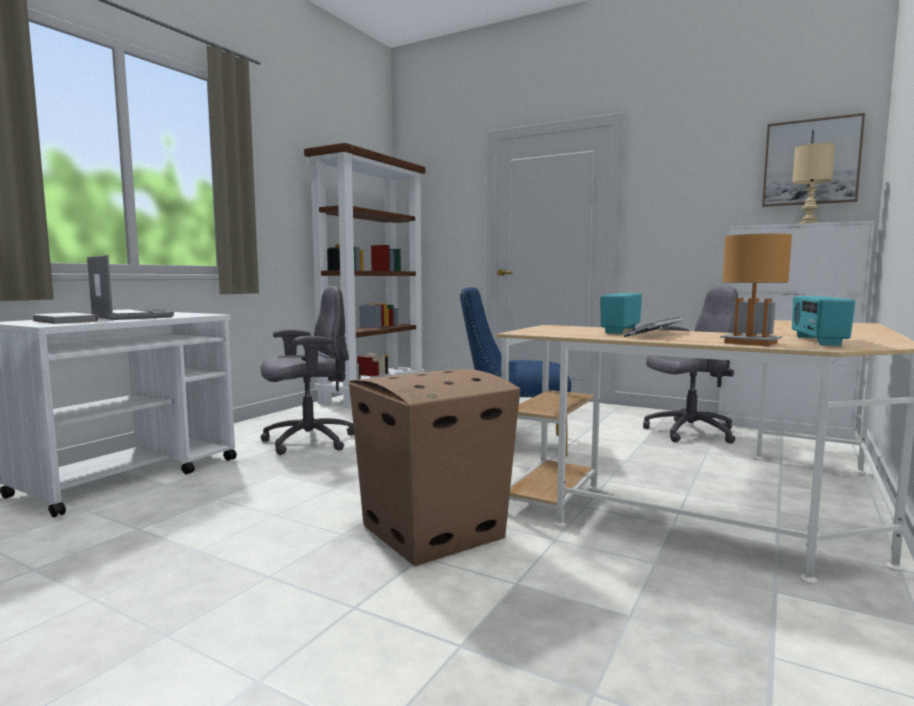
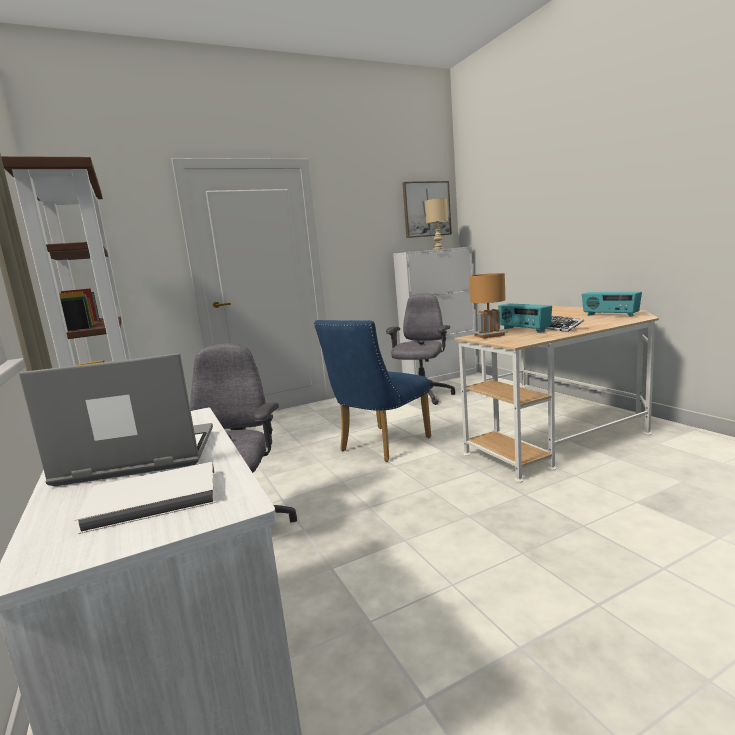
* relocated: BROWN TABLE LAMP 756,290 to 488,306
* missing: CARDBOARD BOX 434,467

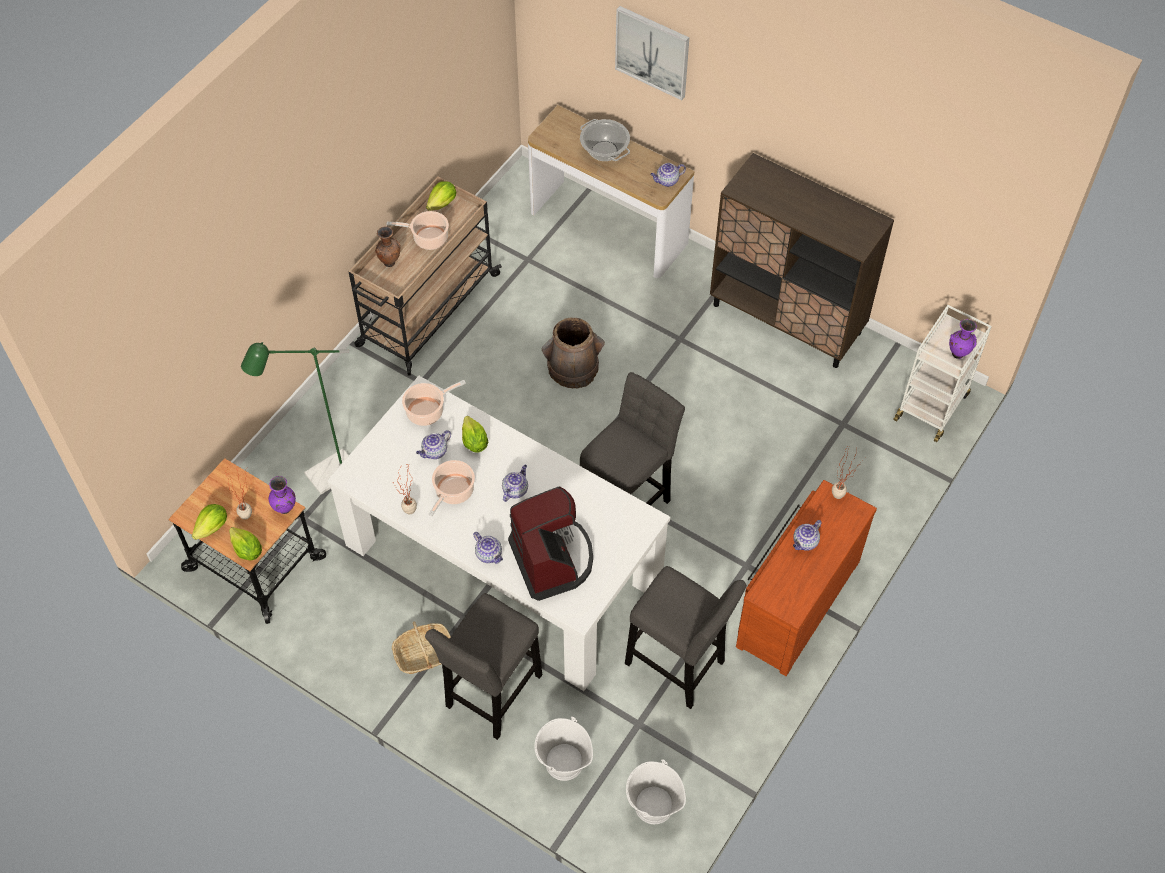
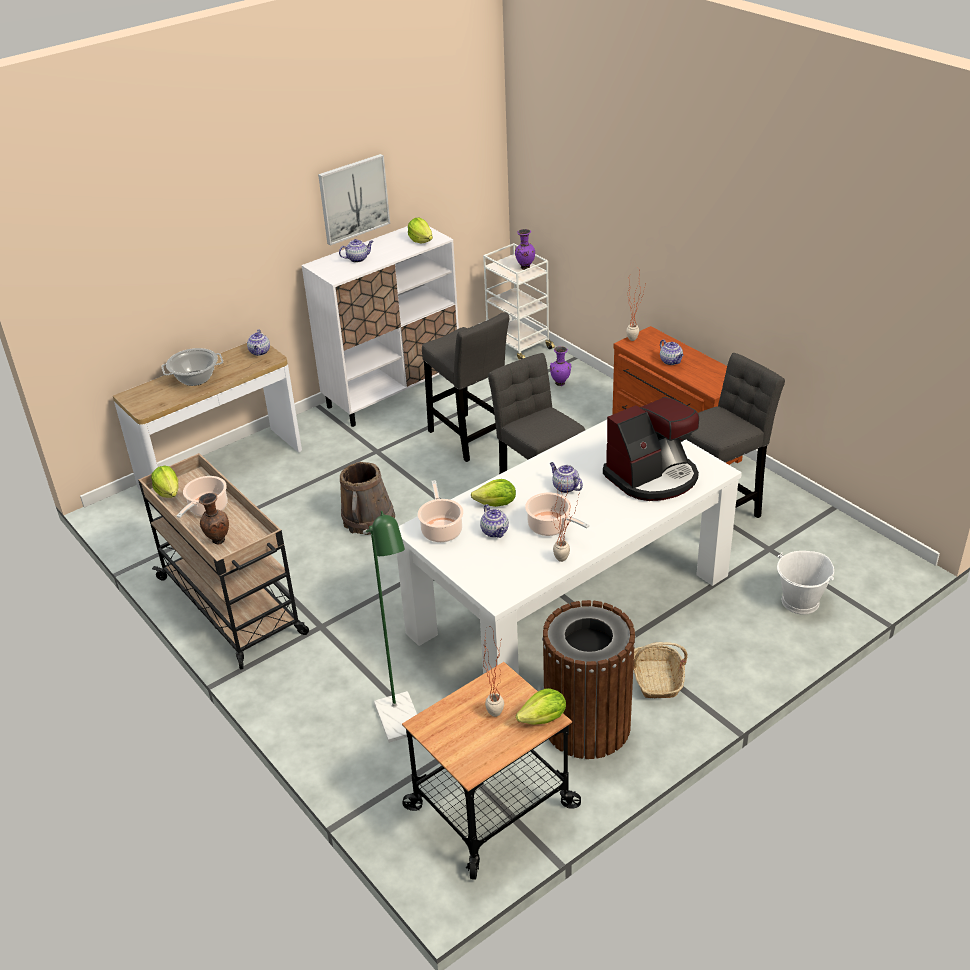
* relocated: PICTURE 652,53 to 354,200
* colour: BROWN CABINET 802,260 to WHITE CABINET 380,326
* relocated: PURPLE VASE 282,495 to 560,366
* spun: COFFEE MACHINE 550,543 = 651,449 150 degrees clockwise
* relocated: LETTUCE 209,522 to 420,230
* relocated: TEAPOT 488,548 to 356,251
* relocated: GREY STOOL 483,666 to 466,387
* missing: WHITE BUCKET 656,791
* appeared: BROWN TRASH CAN 589,679

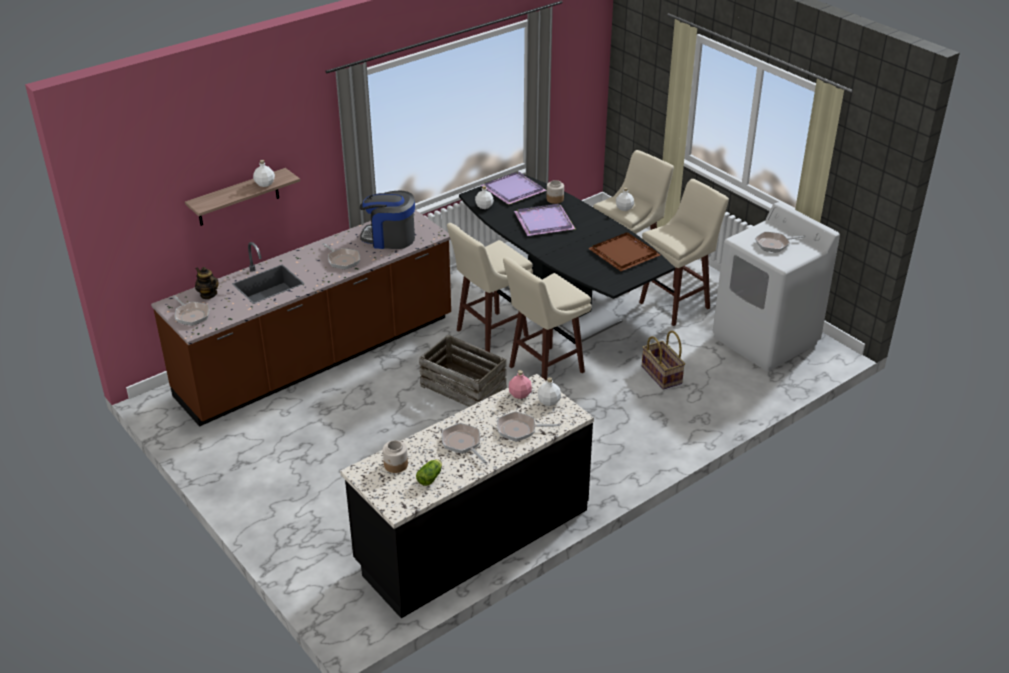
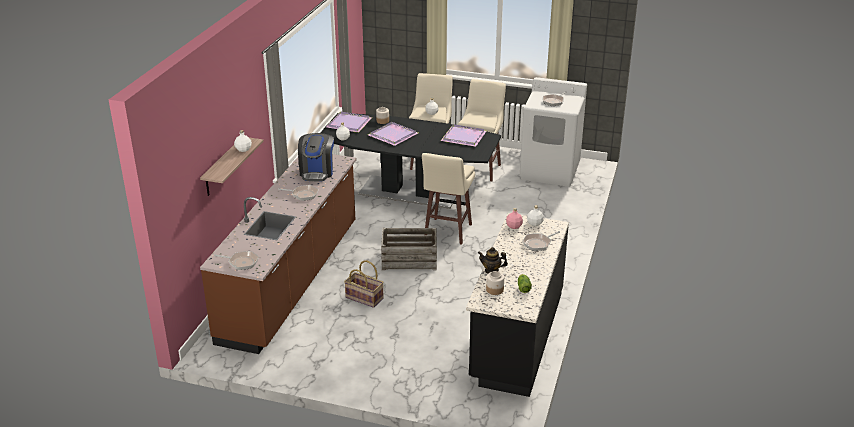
* spun: COFFEE MACHINE 387,220 = 316,157 60 degrees counterclockwise
* missing: BEIGE STOOL 490,287
* colour: BROWN TRAY 624,251 to PURPLE TRAY 463,135
* relocated: TEAPOT 206,283 to 493,260
* relocated: BASKET 663,360 to 364,284
* missing: FRYING PAN 464,443

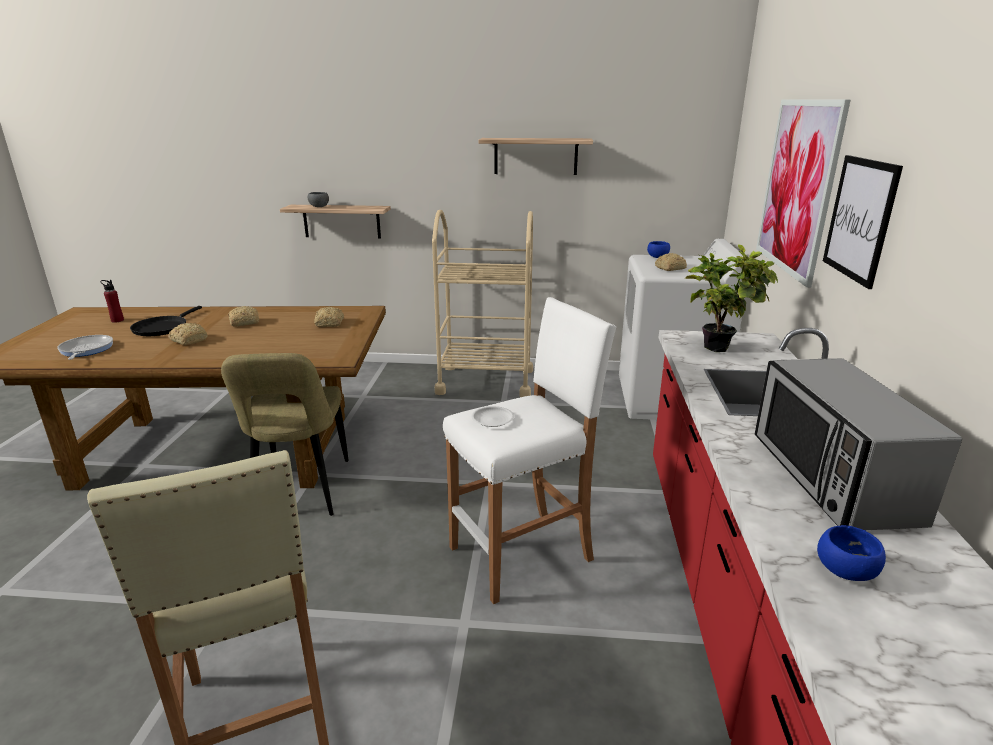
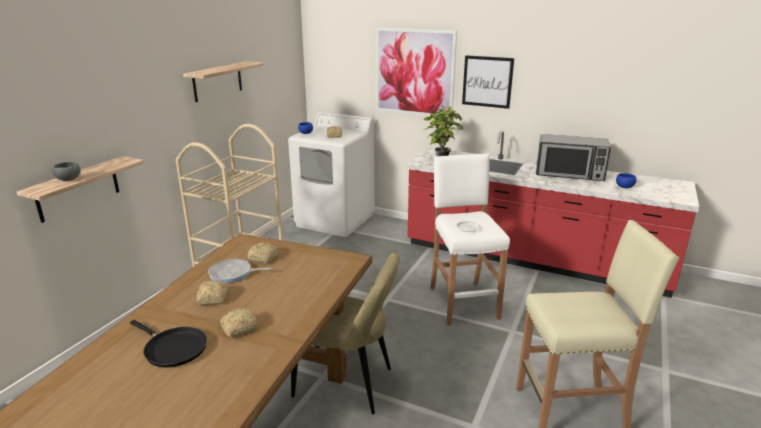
* missing: RED BOTTLE 112,301
* relocated: FRYING PAN 85,347 to 239,271

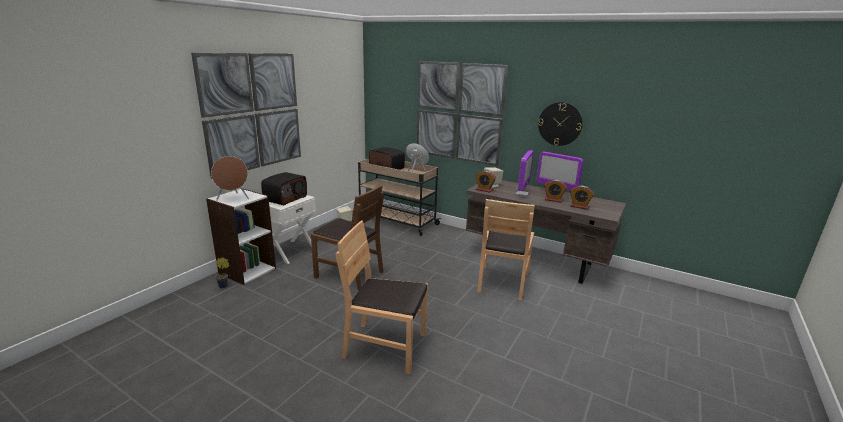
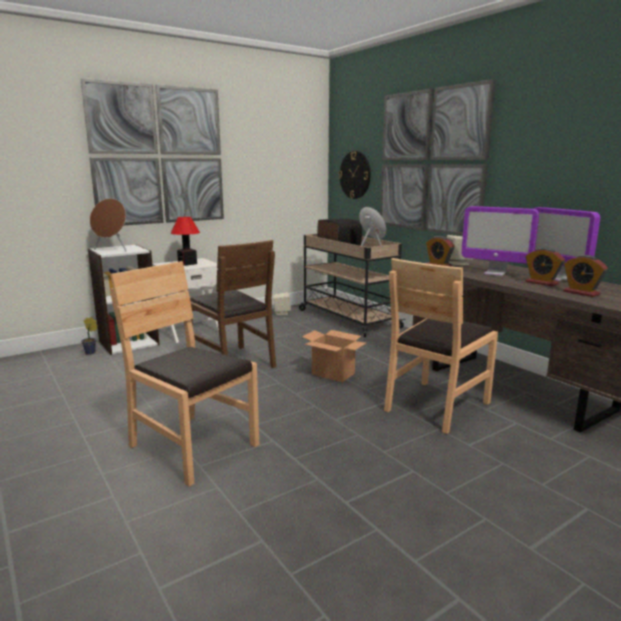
* relocated: WALL CLOCK 560,124 to 355,175
* spun: MONITOR 524,173 = 500,241 75 degrees clockwise
* exchanged: RADIO 284,188 to TABLE LAMP 185,241
* appeared: CARDBOARD BOX 334,356

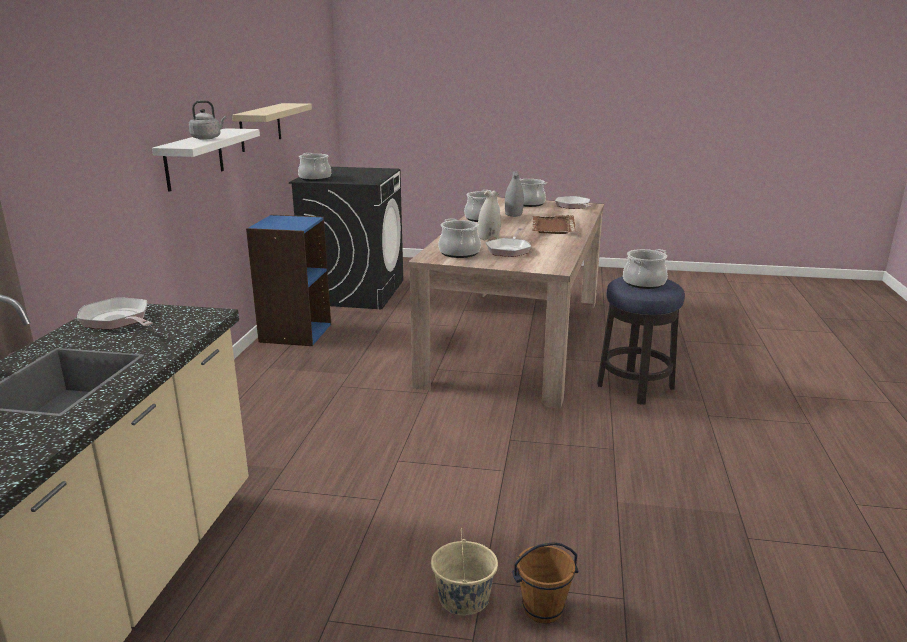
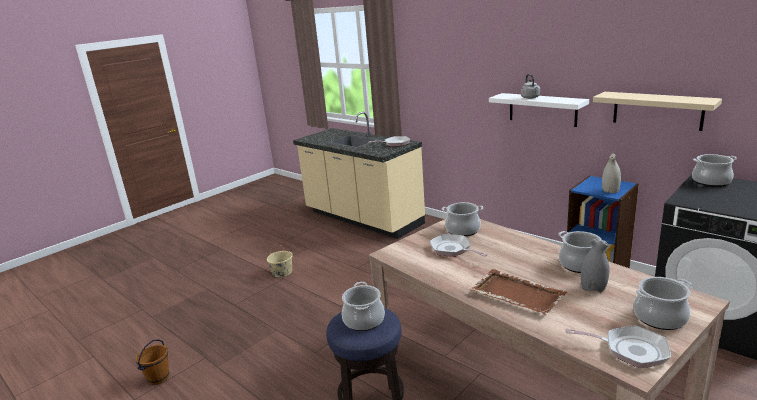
* relocated: WHITE VASE 489,215 to 611,173
* relocated: BROWN BUCKET 545,583 to 152,362

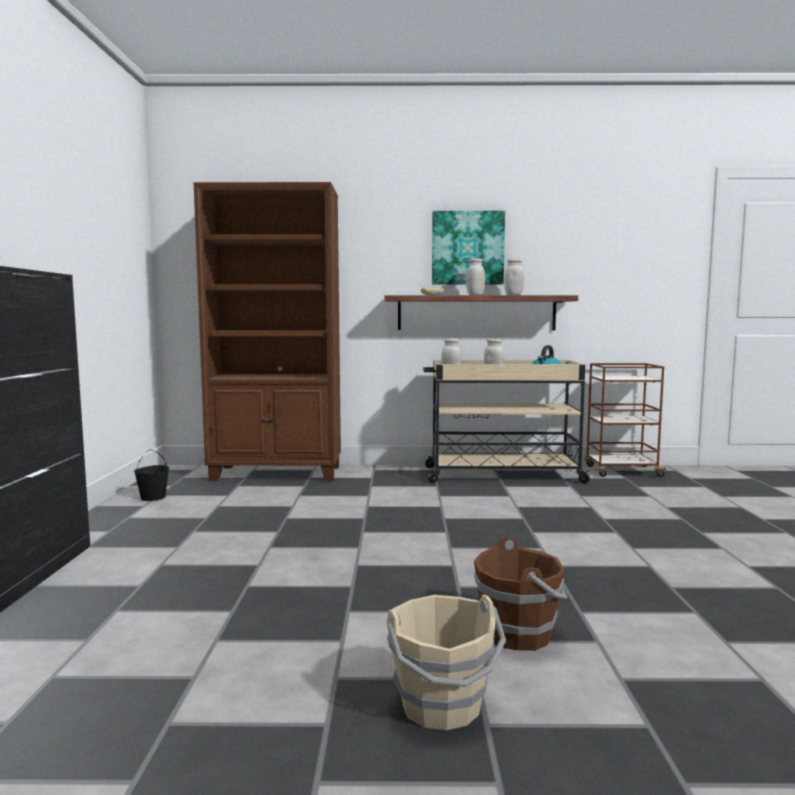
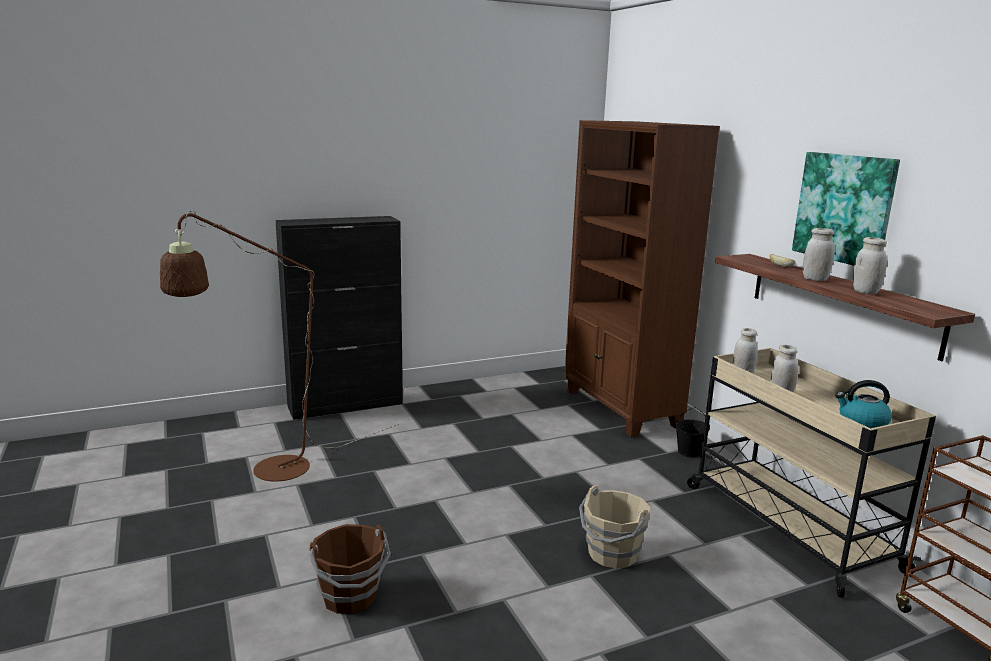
* relocated: BLACK BUCKET 151,475 to 693,432
* relocated: BEIGE BUCKET 446,662 to 614,527
* appeared: BROWN FLOOR LAMP 279,346

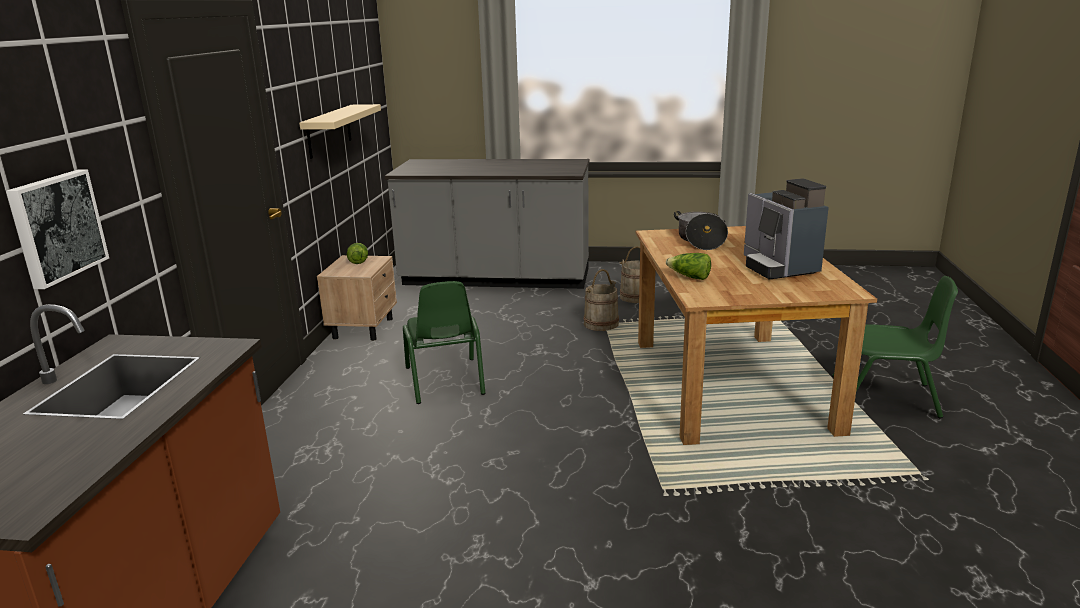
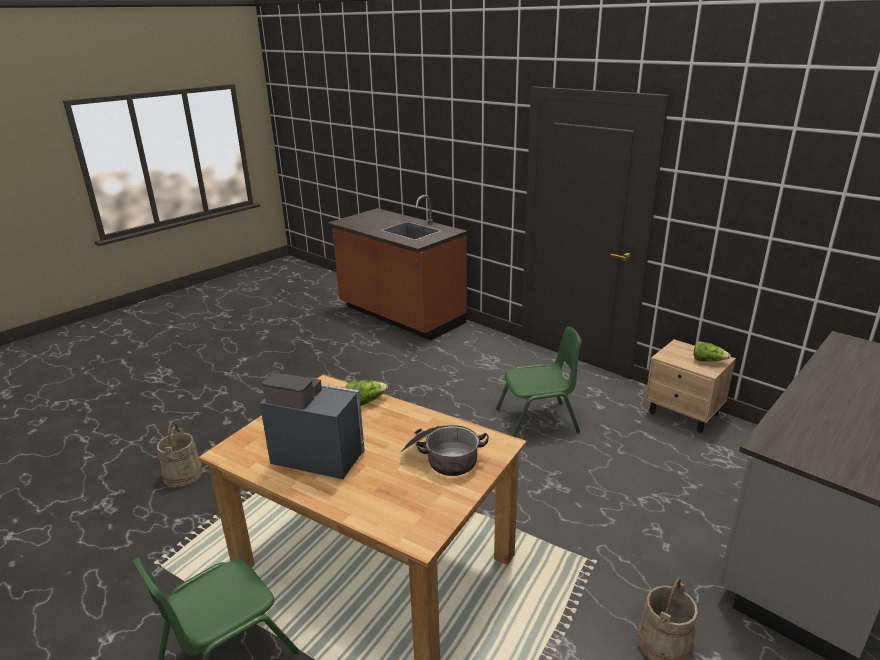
* missing: BEIGE SHELF 340,131
* missing: PICTURE 57,229
* relocated: BEIGE BUCKET 601,300 to 180,455
* spun: GREEN CHAIR 444,342 = 539,381 150 degrees clockwise

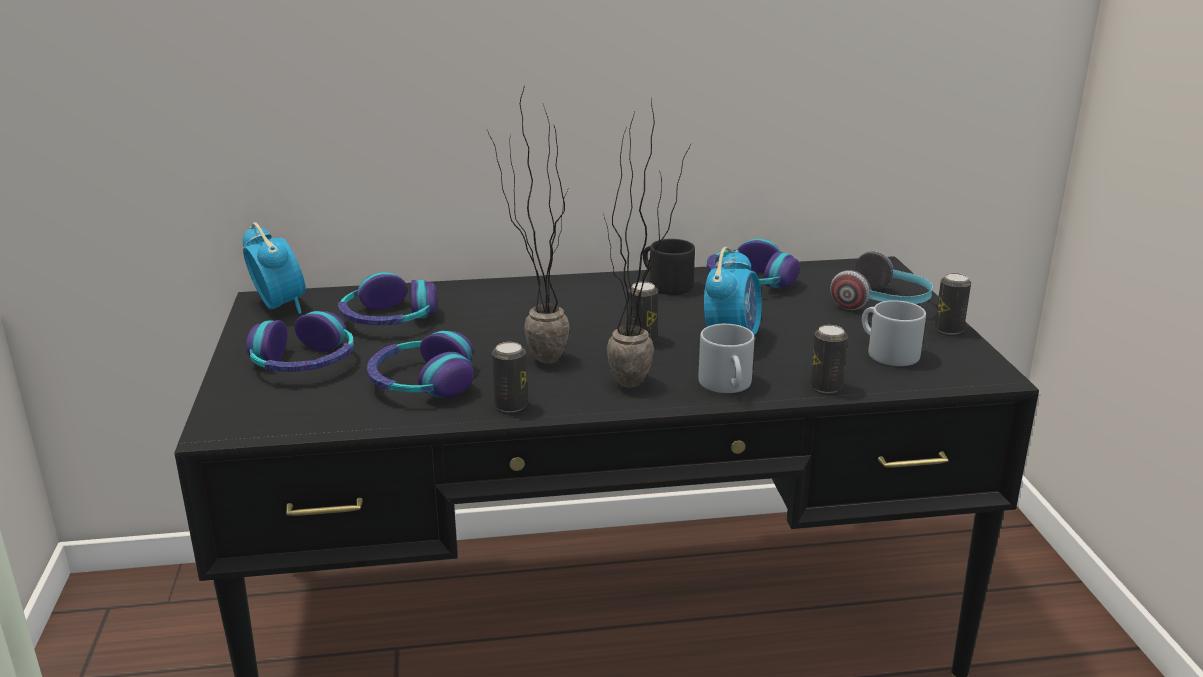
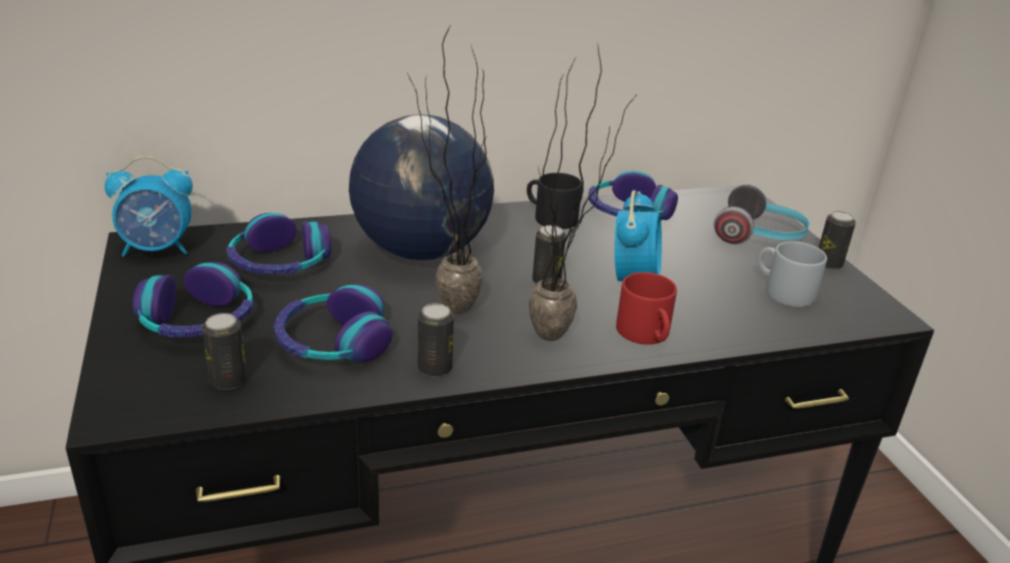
* spun: ALARM CLOCK 274,268 = 149,206 120 degrees clockwise
* colour: GREY MUG 726,358 to RED MUG 646,308
* relocated: CAN 829,359 to 224,351
* appeared: GLOBE 421,187

